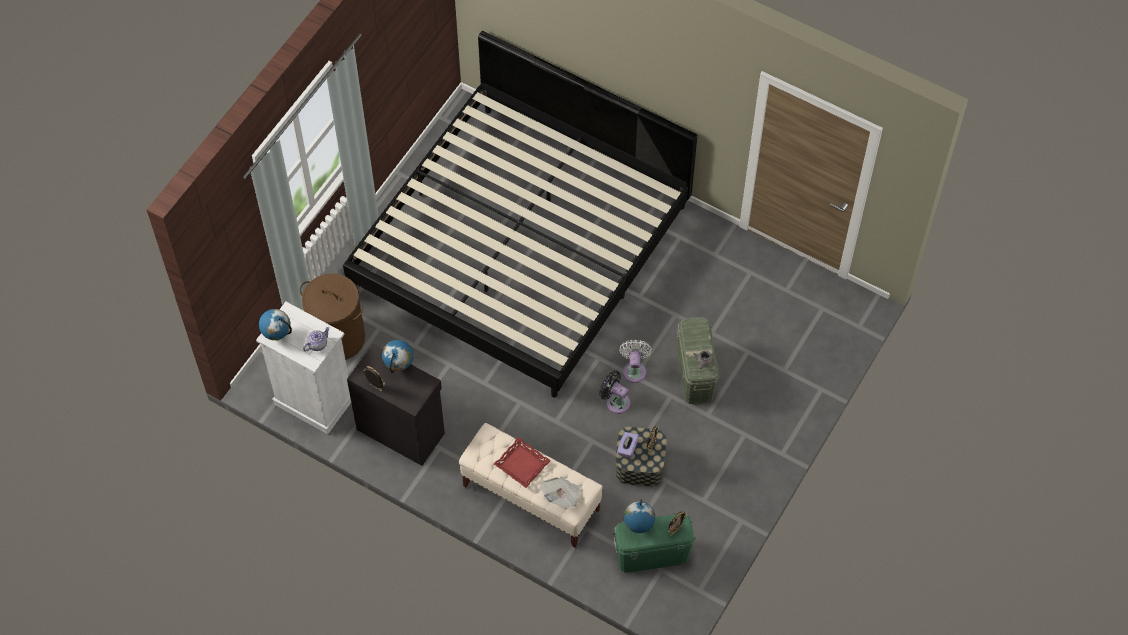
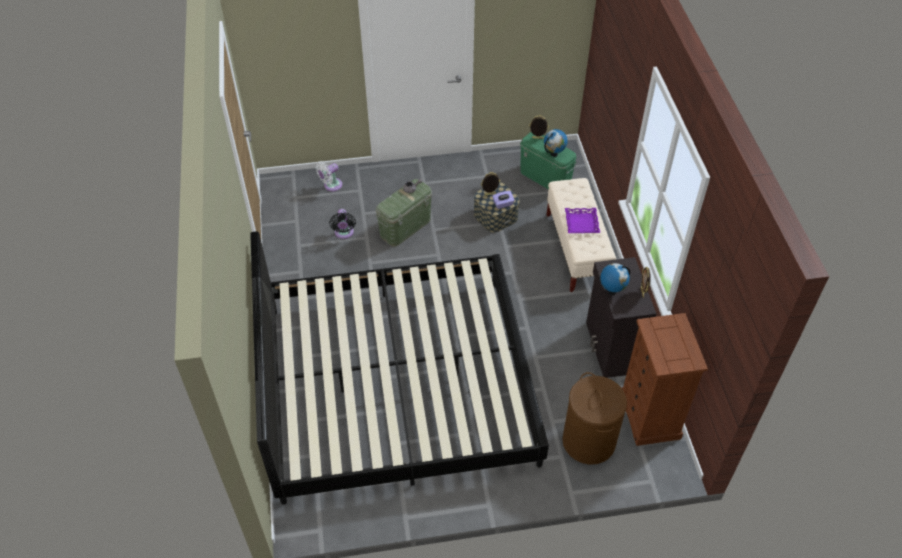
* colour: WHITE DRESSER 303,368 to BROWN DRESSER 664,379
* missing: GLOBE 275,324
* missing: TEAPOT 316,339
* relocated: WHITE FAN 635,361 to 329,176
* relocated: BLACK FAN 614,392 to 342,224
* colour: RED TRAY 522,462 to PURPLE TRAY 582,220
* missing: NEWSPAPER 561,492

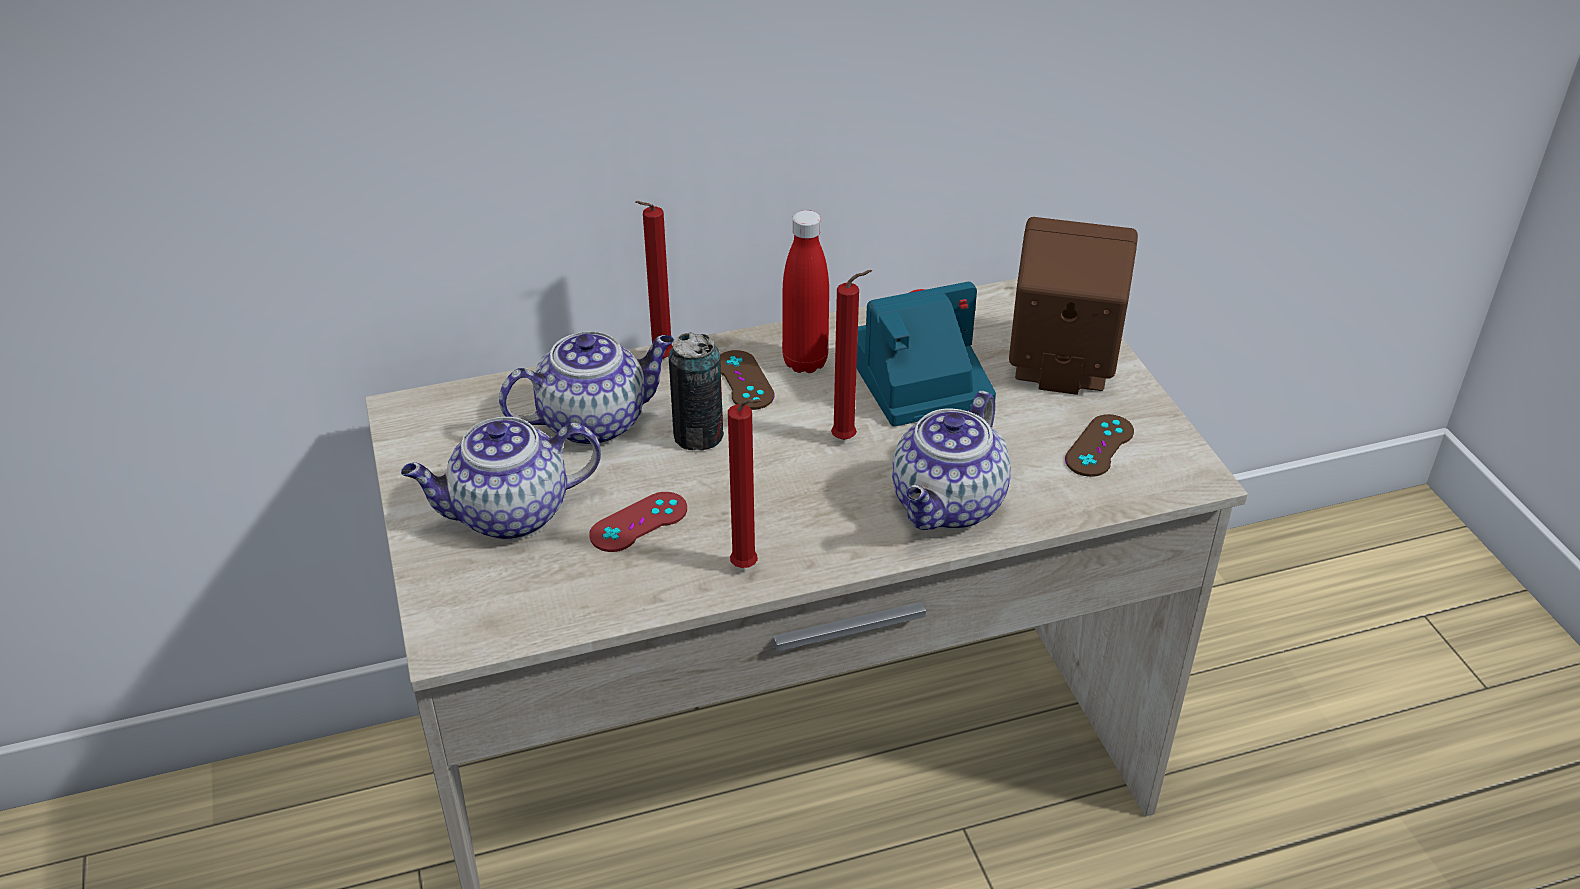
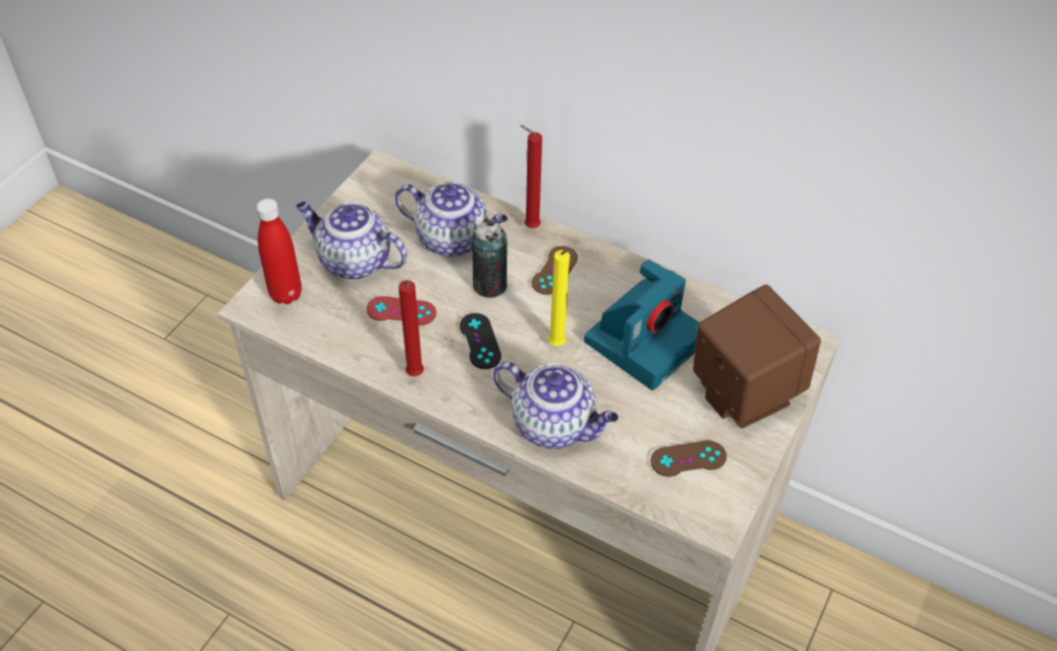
* relocated: RED BOTTLE 805,291 to 279,251
* colour: RED CANDLE 851,355 to YELLOW CANDLE 561,298
* spun: PHOTO CAMERA 926,354 = 642,324 105 degrees clockwise
* spun: TEAPOT 951,460 = 556,405 135 degrees counterclockwise
* appeared: BLACK GAME CONTROLLER 480,341

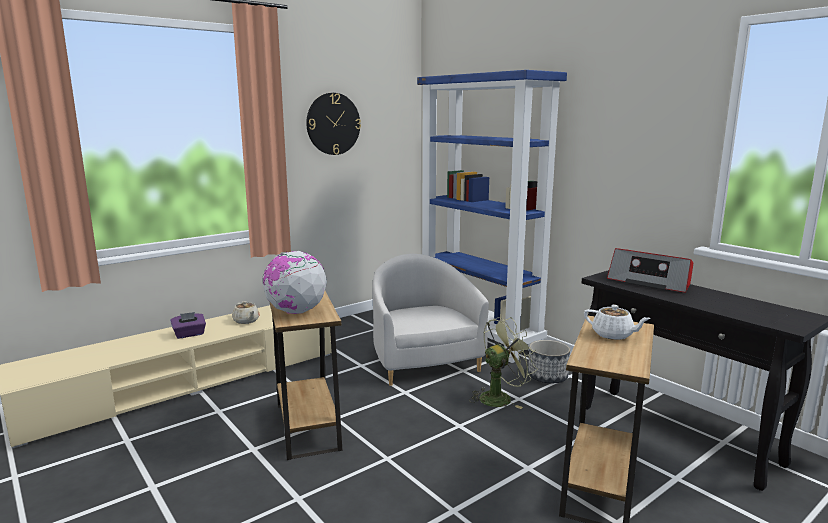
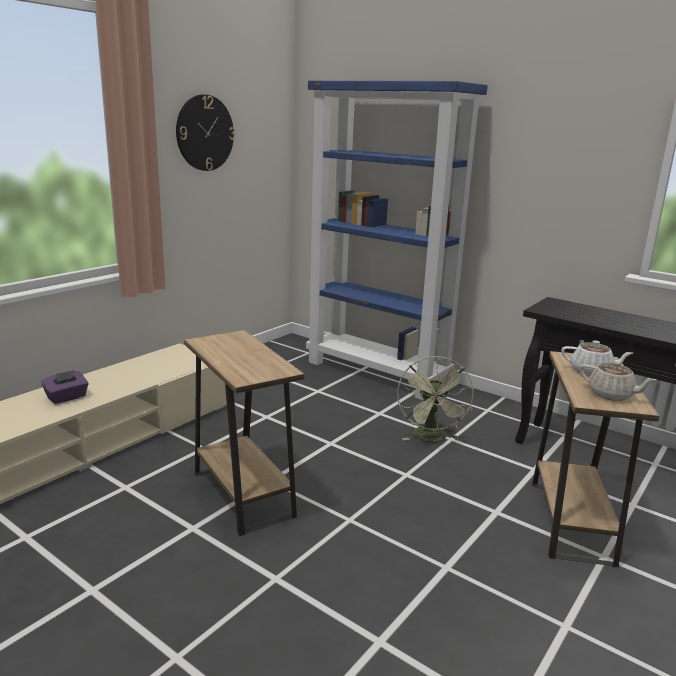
* missing: RADIO 650,270
* missing: GLOBE 295,282
* missing: WHITE ARMCHAIR 430,320
* relocated: BEIGE TEAPOT 246,312 to 618,381
* spun: GREEN FAN 503,363 = 435,399 135 degrees clockwise
* missing: PLANTER 549,361

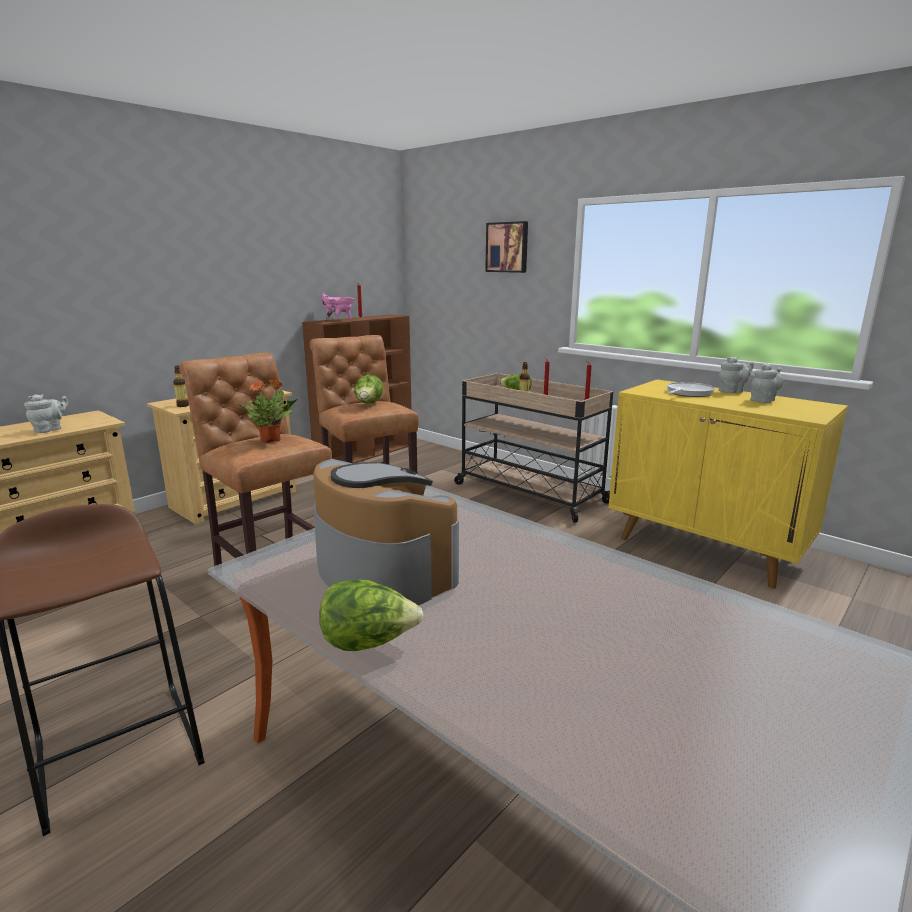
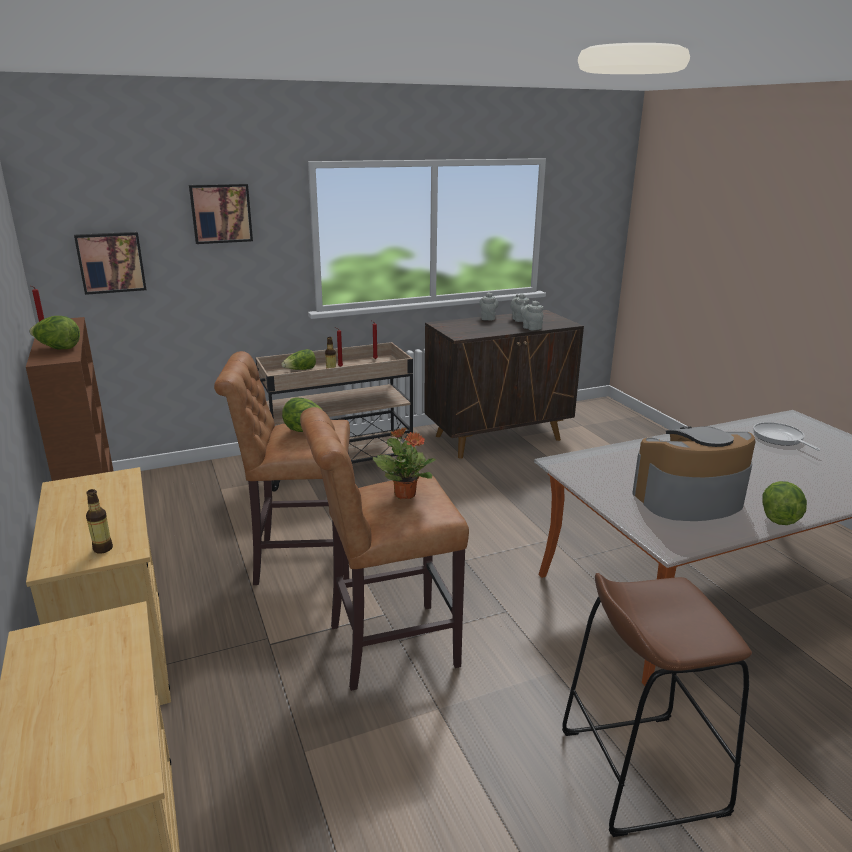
* exchanged: PINK COOKING POT 338,306 to LETTUCE 54,332
* colour: YELLOW CABINET 728,484 to BROWN CABINET 504,384
* relocated: FRYING PAN 691,389 to 787,436
* relocated: GREY TEAPOT 46,413 to 531,315
* appeared: PICTURE 110,263

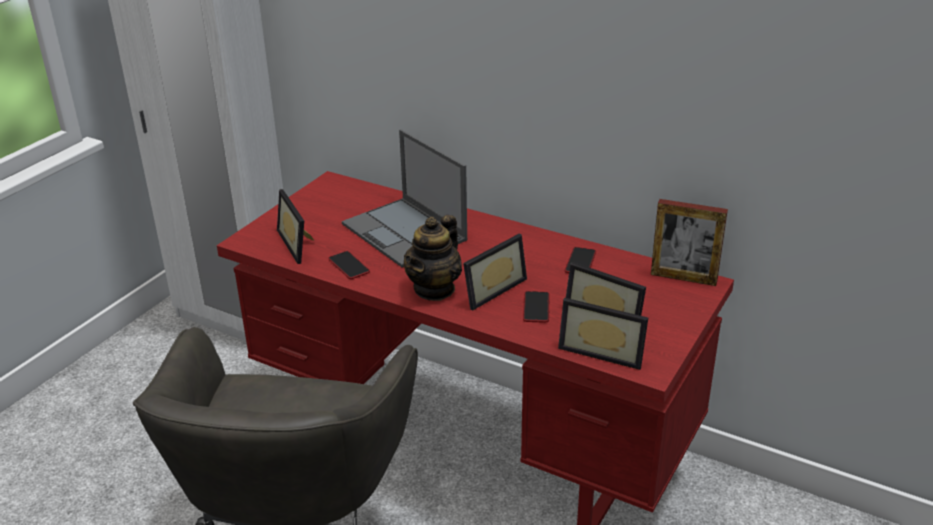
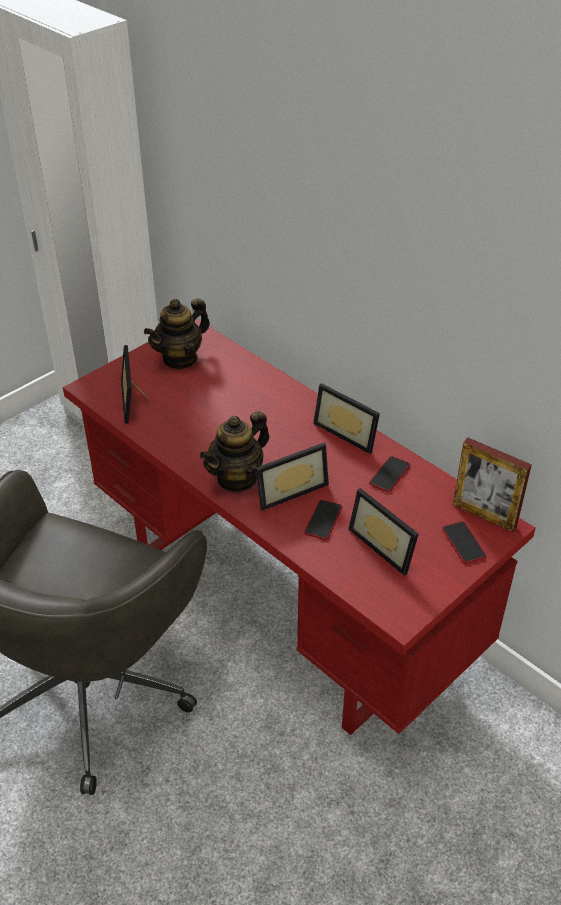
* missing: LAPTOP 404,198
* relocated: PHONE 349,265 to 464,543
* relocated: PICTURE FRAME 603,334 to 346,418
* appeared: TEAPOT 177,334

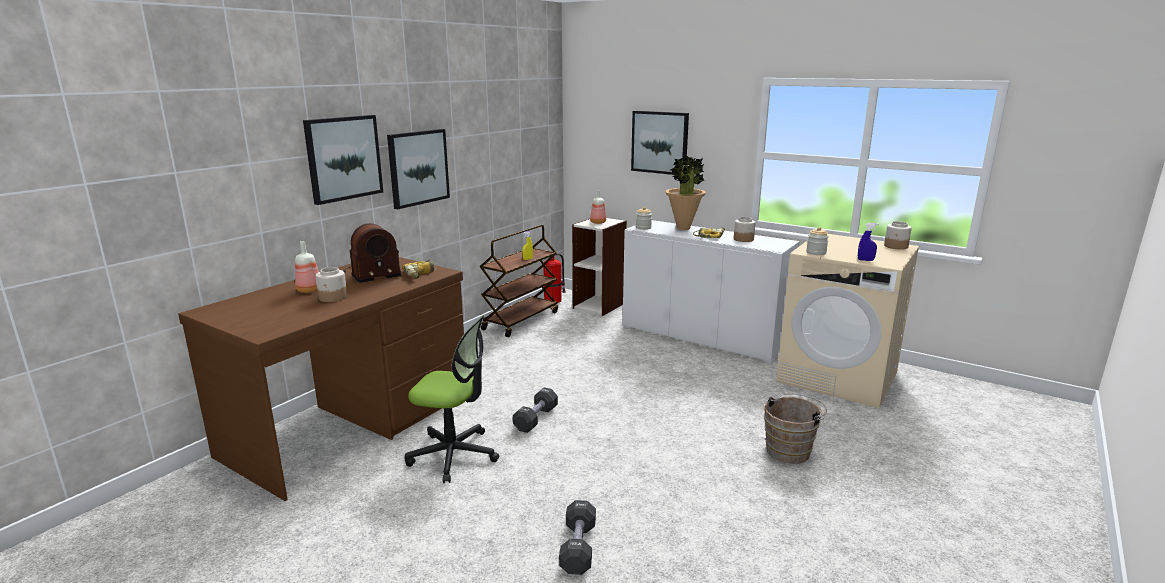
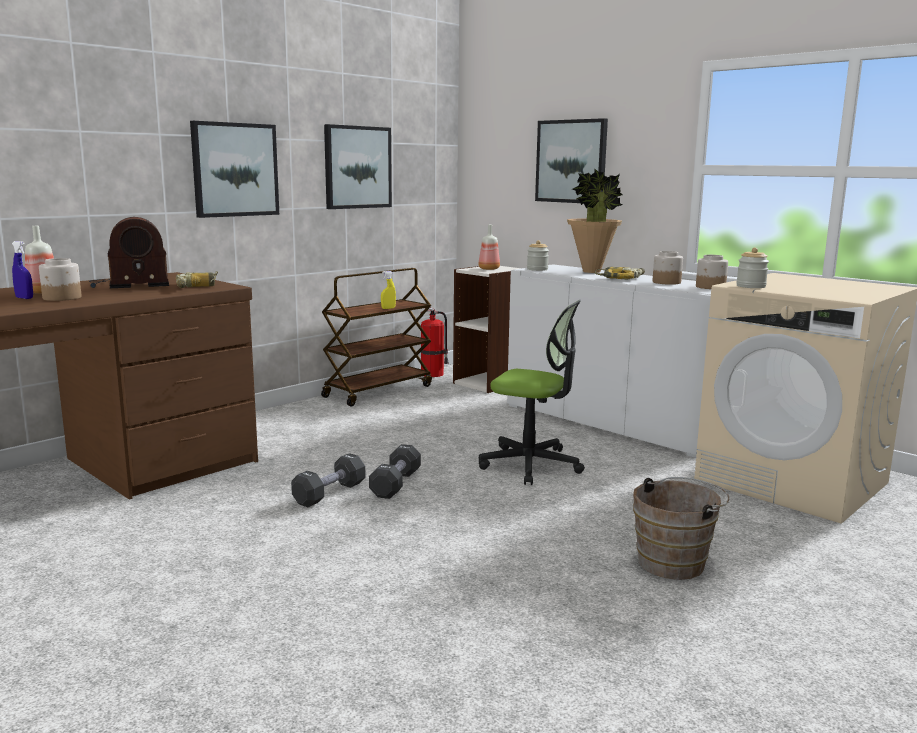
* relocated: PICTURE 343,160 to 358,166
* relocated: JAR 898,235 to 712,272
* relocated: BLUE SPRAY BOTTLE 868,242 to 22,270
* relocated: OFFICE CHAIR 452,399 to 532,392
* relocated: BLACK DUMBBELL 577,537 to 395,471

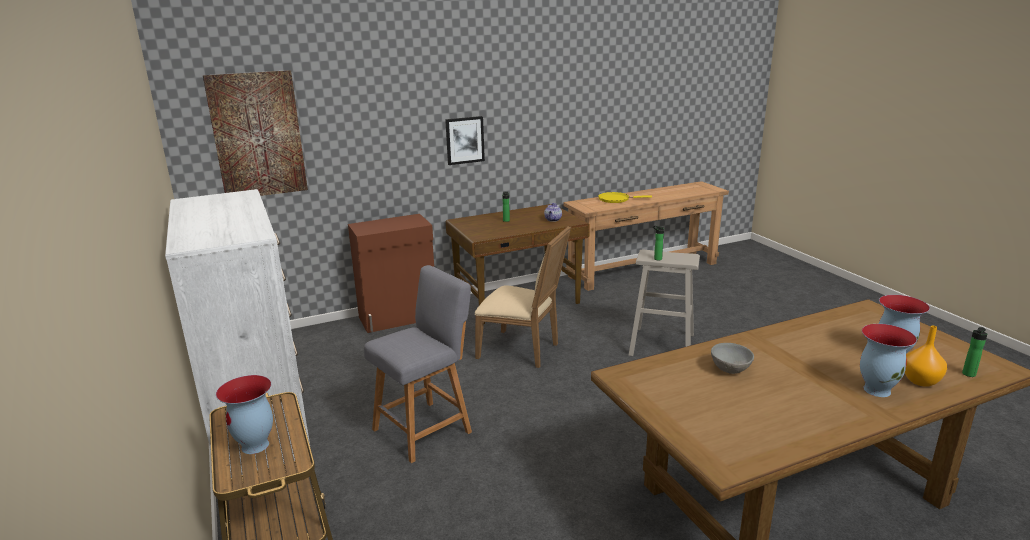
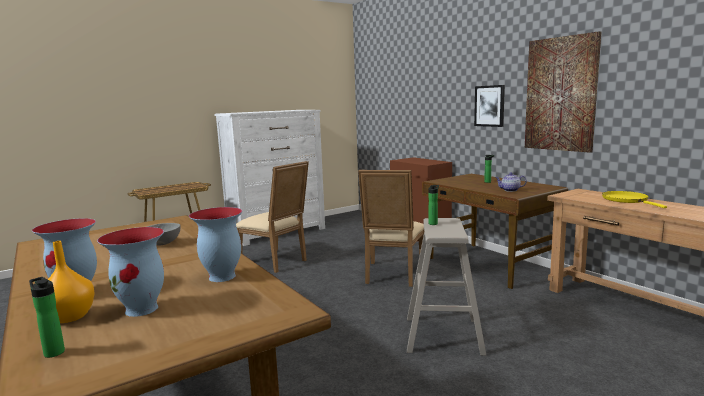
* relocated: PICTURE 255,133 to 563,92
* exchanged: GREY STOOL 418,364 to BEIGE CHAIR 272,217
* relocated: VASE 244,414 to 215,244

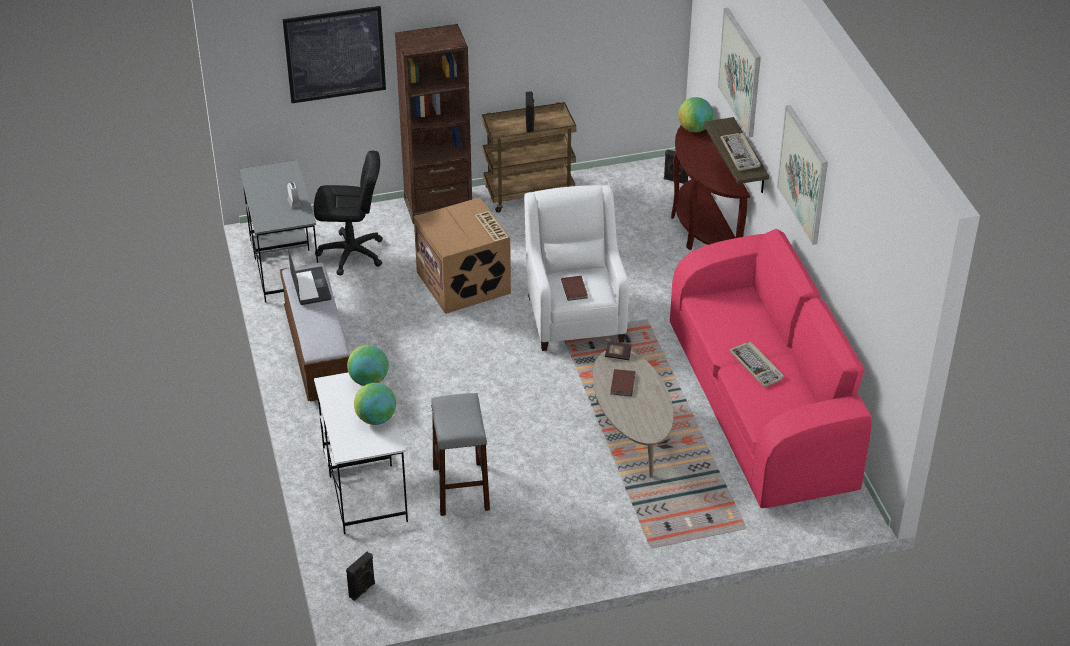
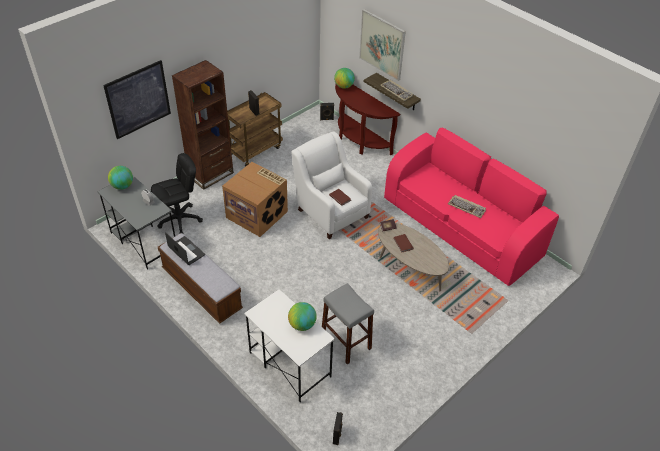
* missing: PICTURE 802,175
* relocated: GLOBE 368,365 to 120,178

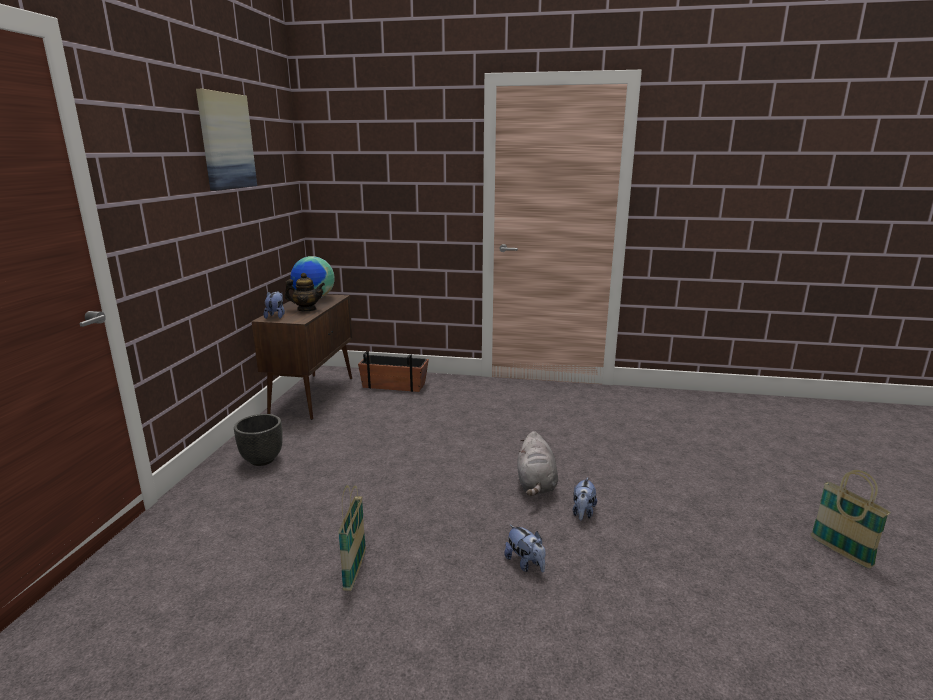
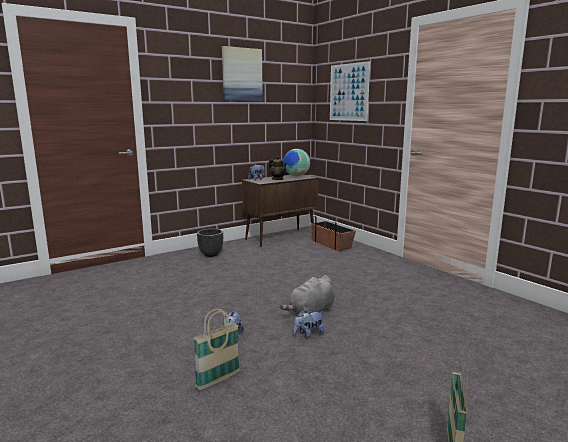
* relocated: BASKET 352,538 to 216,349
* appeared: PICTURE 350,91

